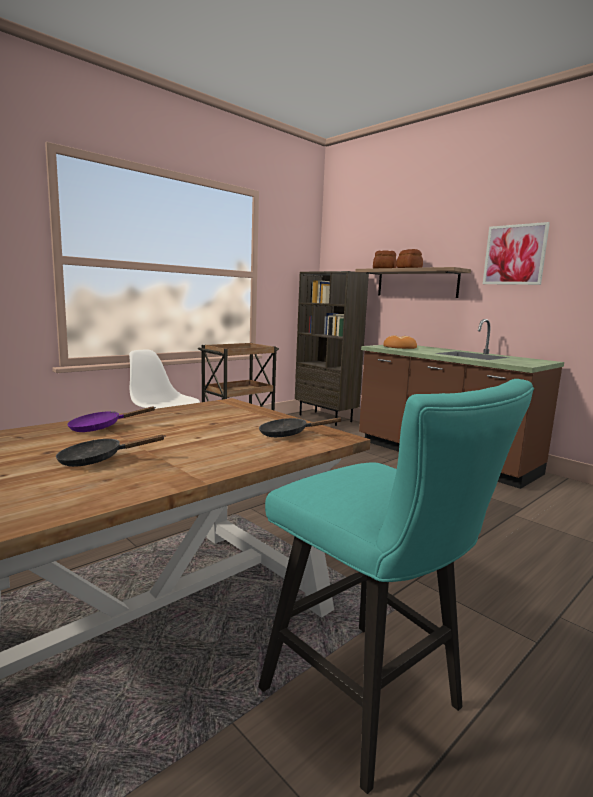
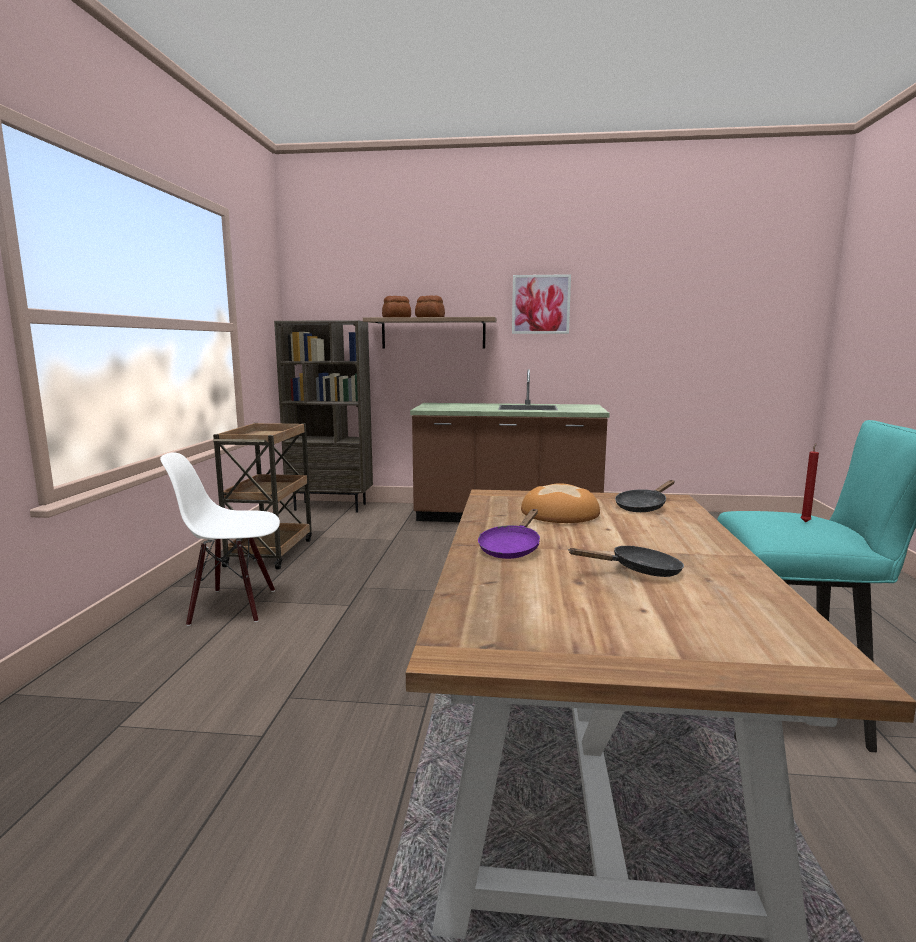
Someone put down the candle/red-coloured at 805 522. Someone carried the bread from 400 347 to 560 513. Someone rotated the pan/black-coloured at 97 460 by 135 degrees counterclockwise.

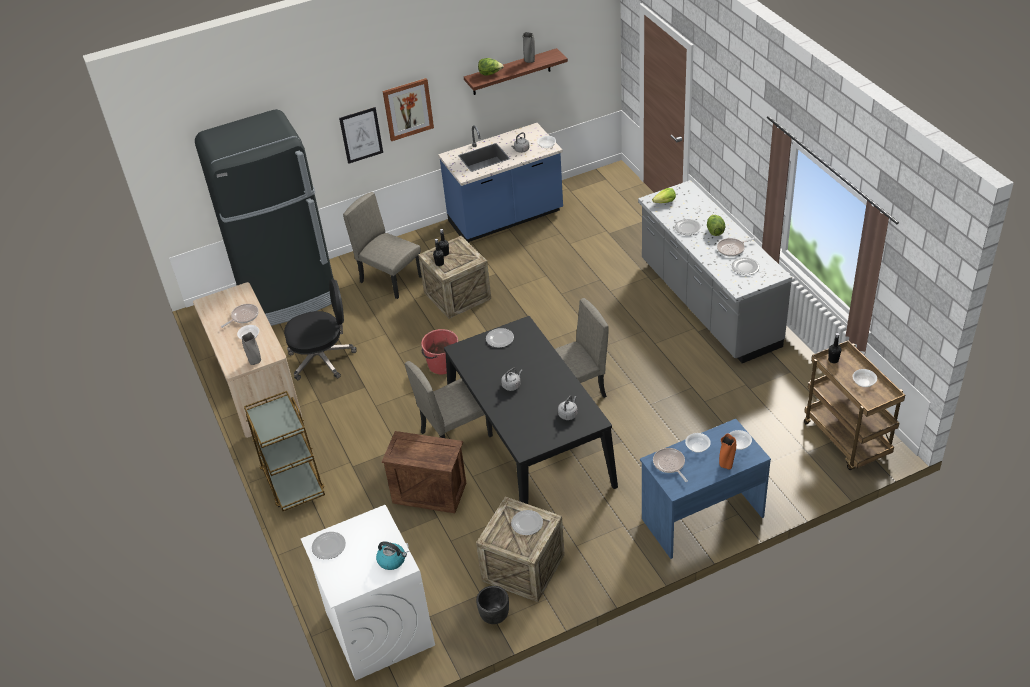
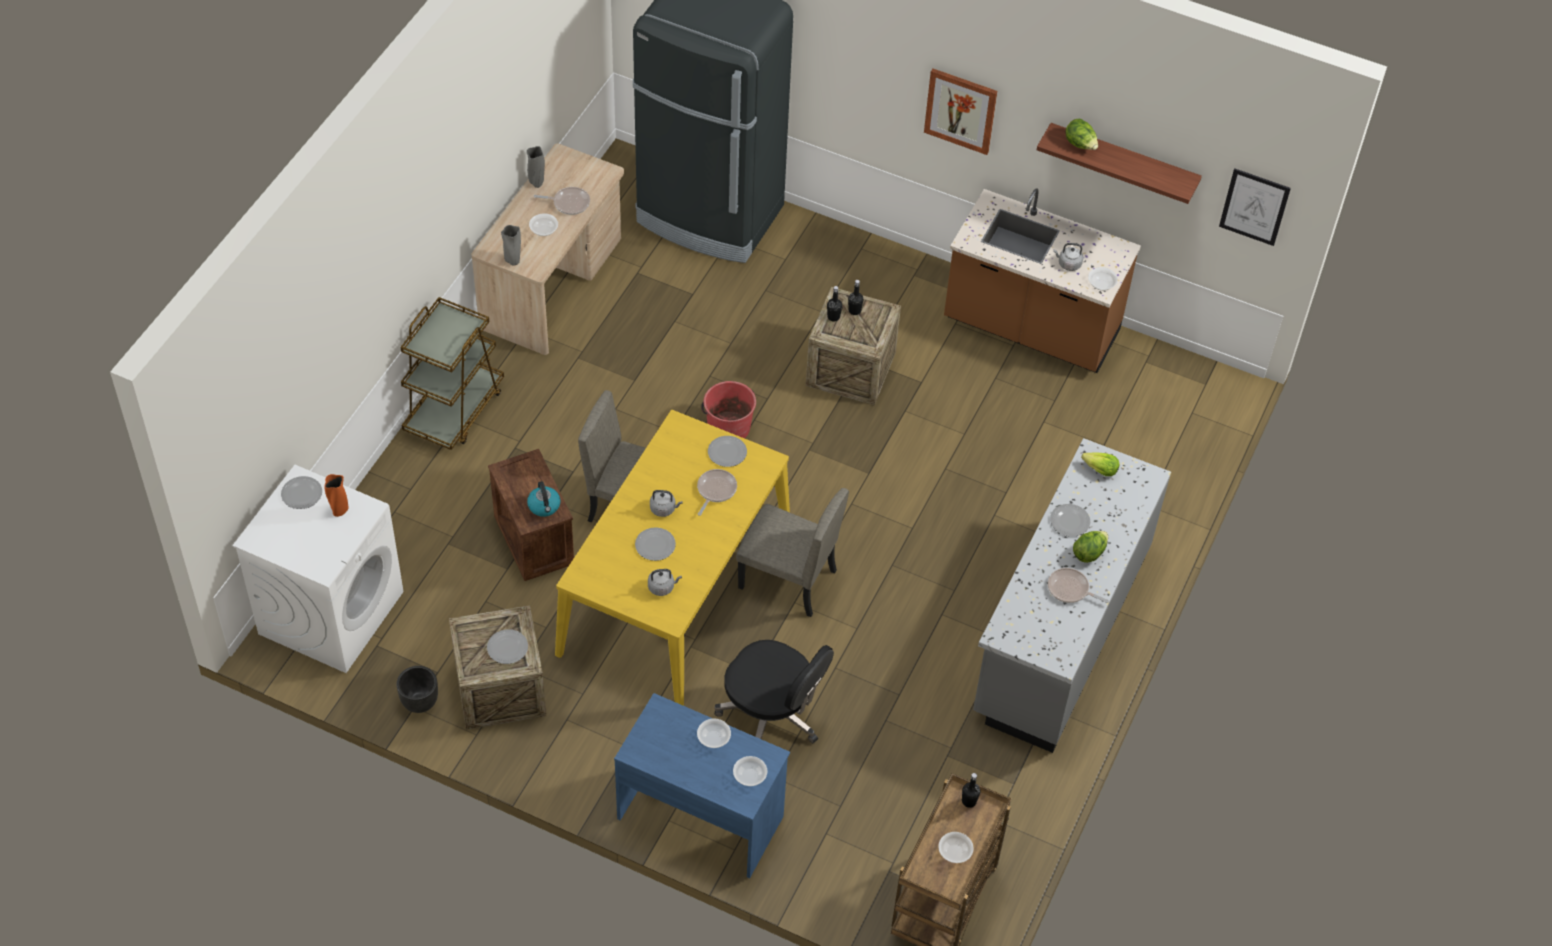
Someone took away the upright chair/beige at 391 279. Someone carried the computer chair/black-coloured from 323 359 to 772 714. Someone carried the wall art from 361 135 to 1254 206. Someone carried the tea kettle from 392 560 to 544 506. Someone carried the decorative vase/greyish from 529 61 to 537 183. Someone carried the pan from 669 464 to 715 490. Someone carried the decorative vase/orange from 726 465 to 339 510. Someone carried the plate from 745 267 to 654 545. Someone repainted the counter/blue at 506 218, which became the counter/brownish at 1030 328. Someone repainted the kitchen table/black-coloured at 530 445, which became the kitchen table/yellow at 675 588.

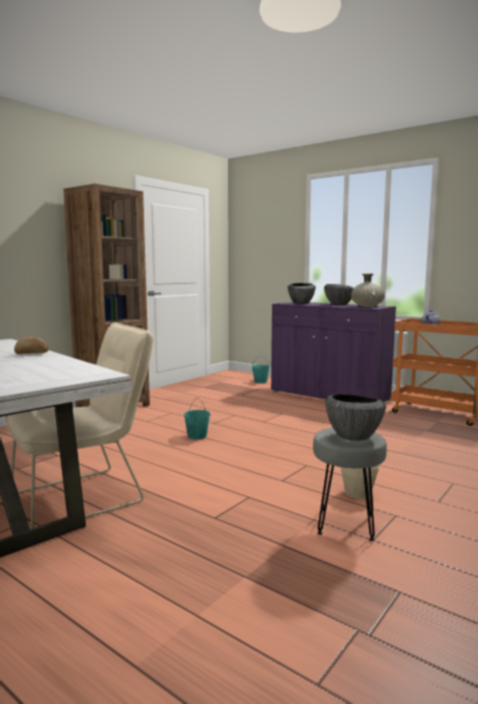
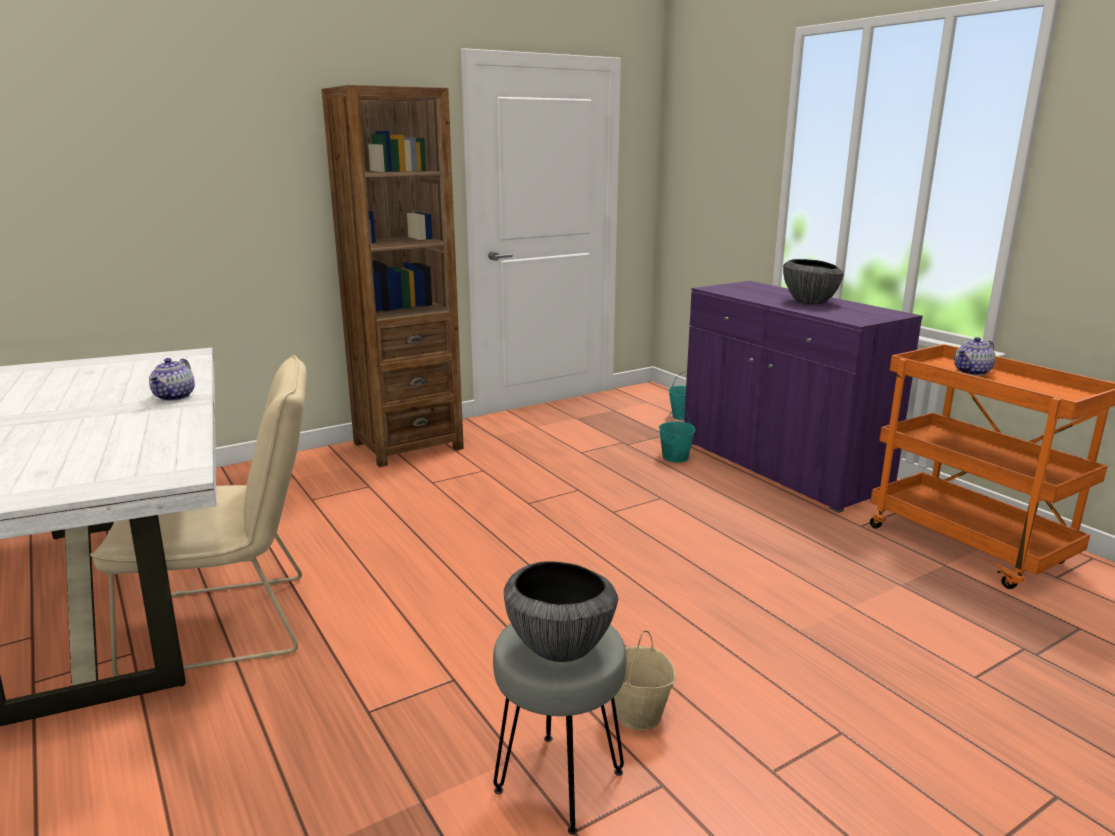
Someone took away the serving bowl at 301 303. Someone took away the decorative vase/beige at 367 306. Someone carried the bucket/turquoise from 197 436 to 674 457. Someone swapped the bread at 31 354 for the pot for tea at 175 397.

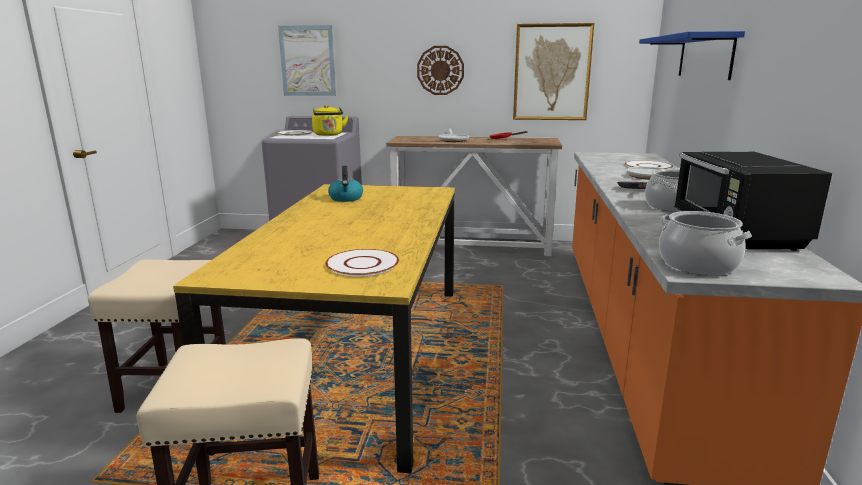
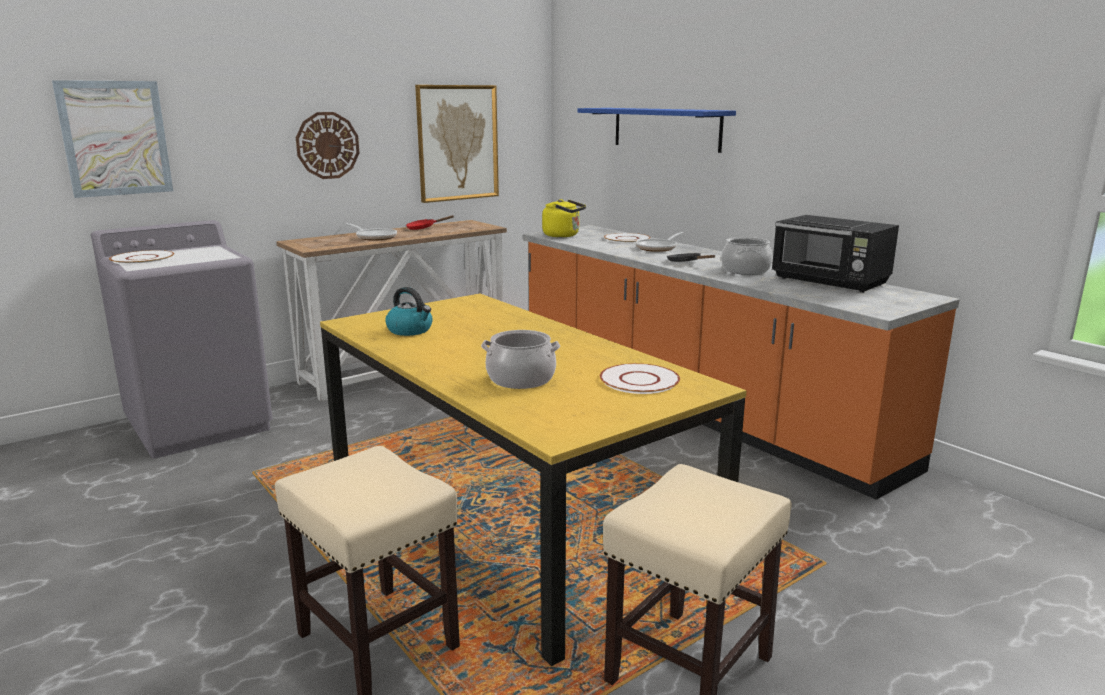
Someone carried the tea kettle/yellow from 328 135 to 563 235. Someone carried the cooking pot from 698 264 to 521 379.

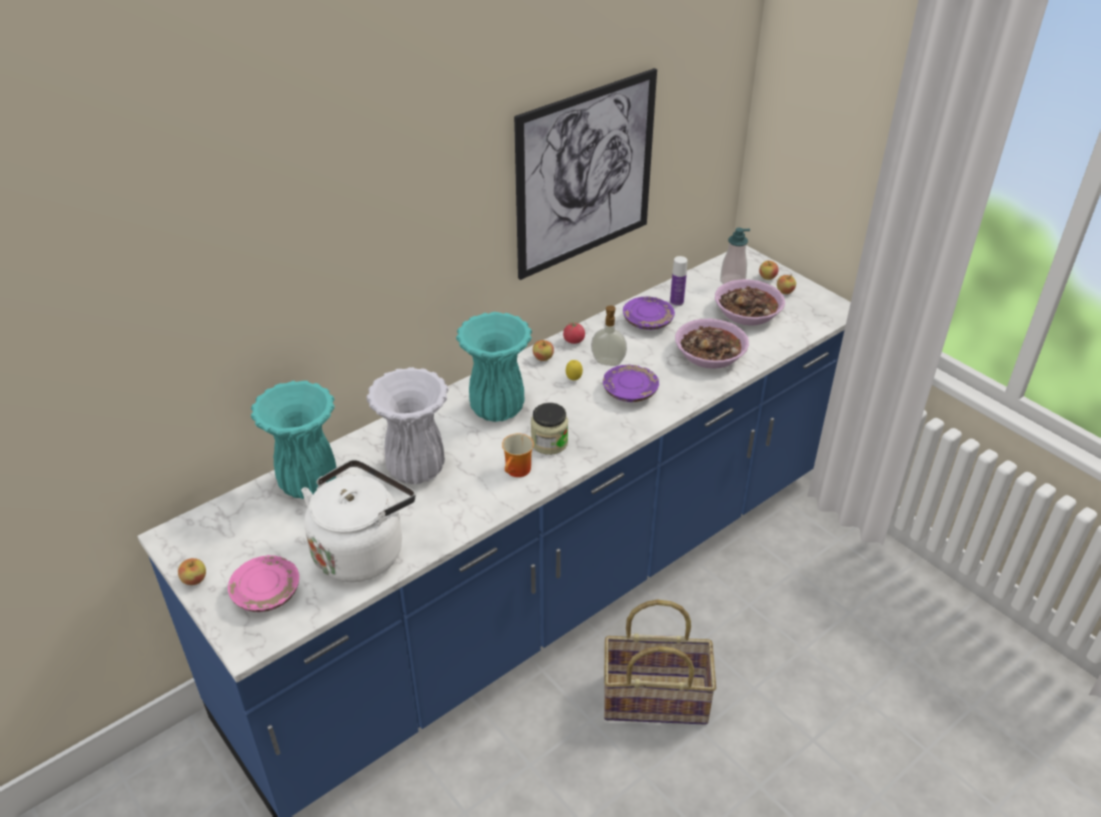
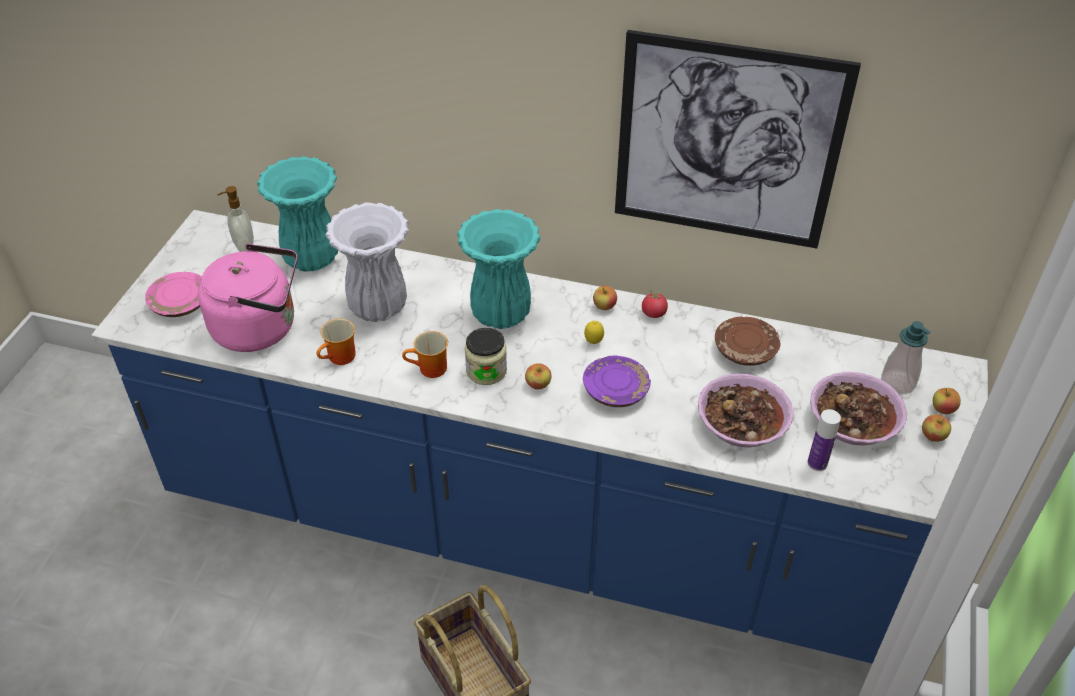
Someone put down the coffee mug at 341 358. Someone carried the apple fruit from 195 580 to 538 385. Someone carried the soap dispenser from 608 363 to 243 246. Someone carried the bottle from 676 302 to 817 463. Someone repainted the tea kettle/white at 362 550, which became the tea kettle/pink at 260 328. Someone repainted the plate/purple-coloured at 648 321, which became the plate/brownish at 745 350.

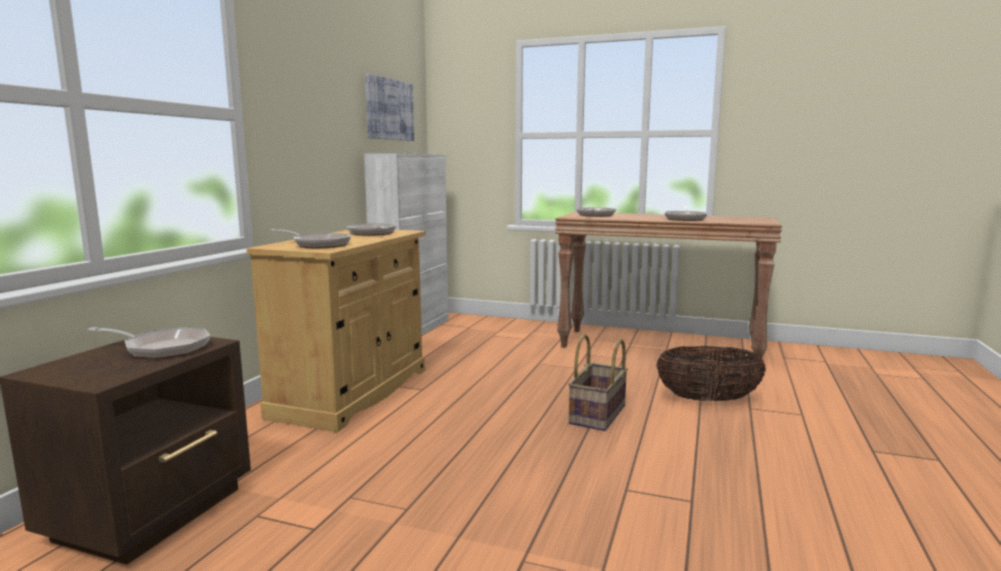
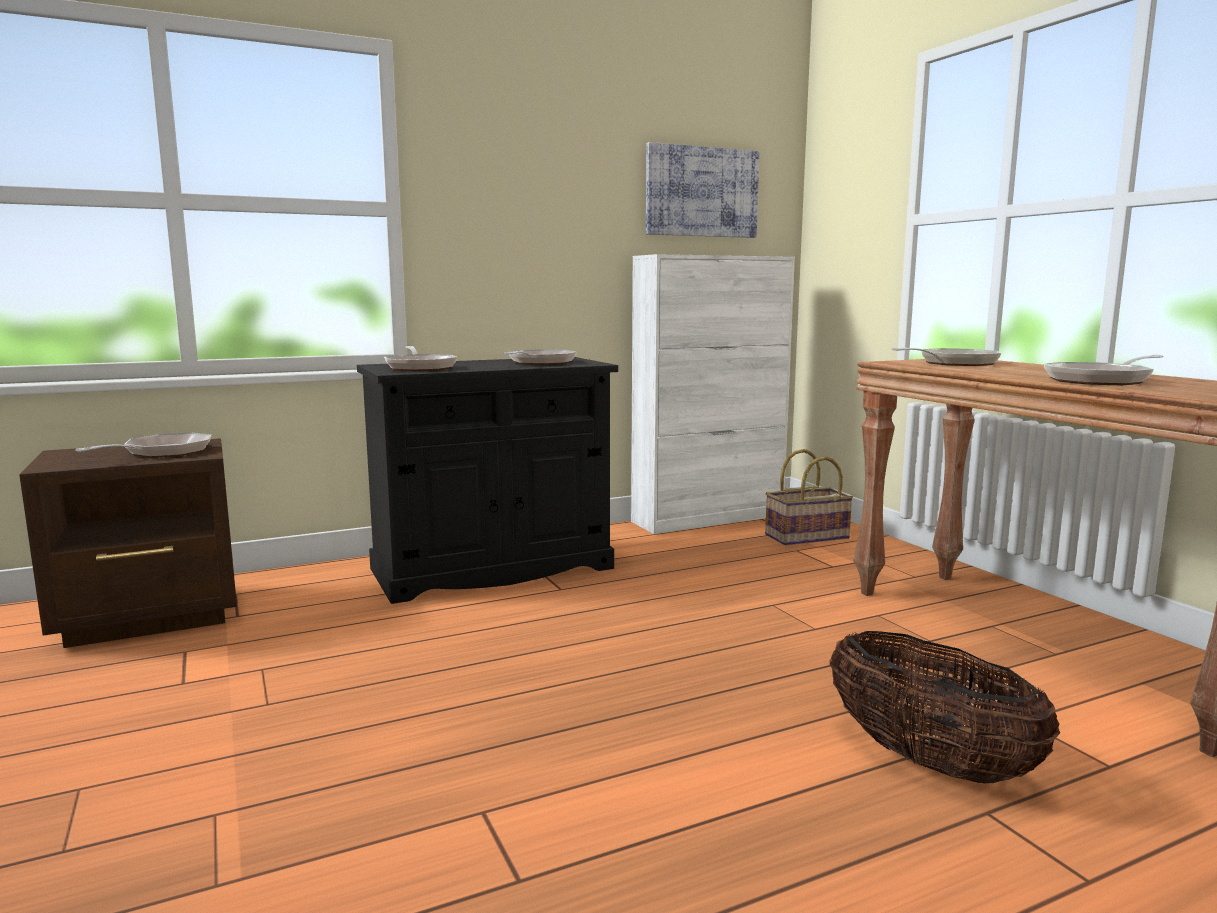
Someone carried the storage basket from 598 415 to 807 537. Someone repainted the storage cabinet/beige at 352 392, which became the storage cabinet/black-coloured at 492 569. Someone rotated the pan at 162 349 by 120 degrees counterclockwise.

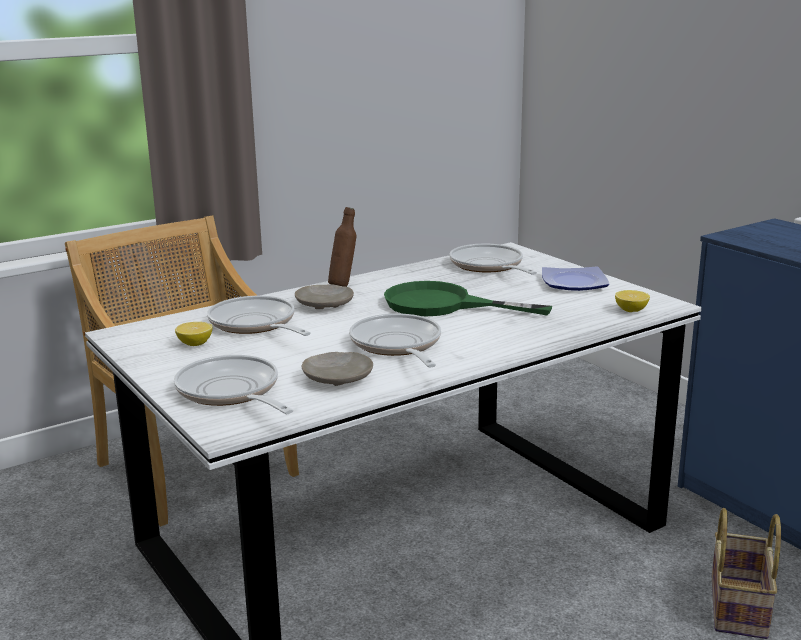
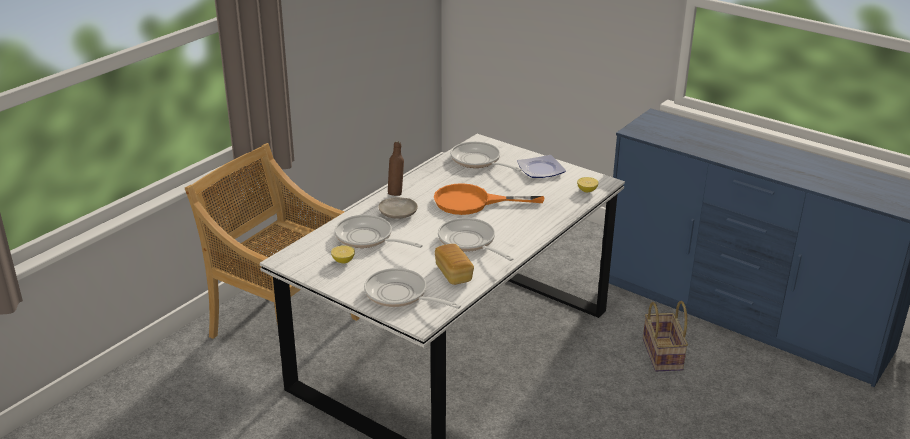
Someone swapped the plate/beige at 338 378 for the bread at 453 273. Someone repainted the pan/greenish at 443 305, which became the pan/orange at 473 202.

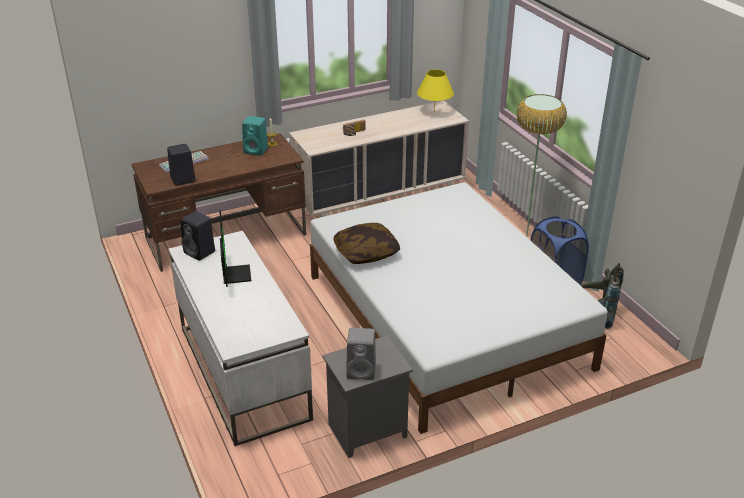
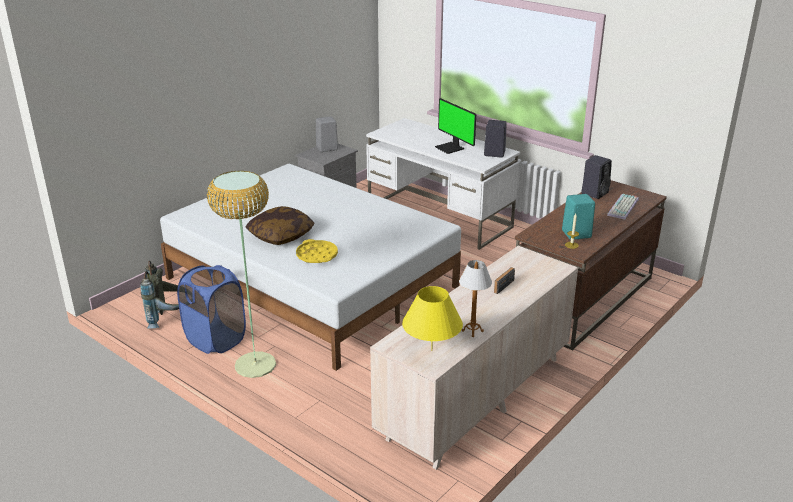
Someone put down the tray/yellow at 317 255. Someone put down the table lamp at 472 331. Someone carried the throw pillow from 366 253 to 281 235.

